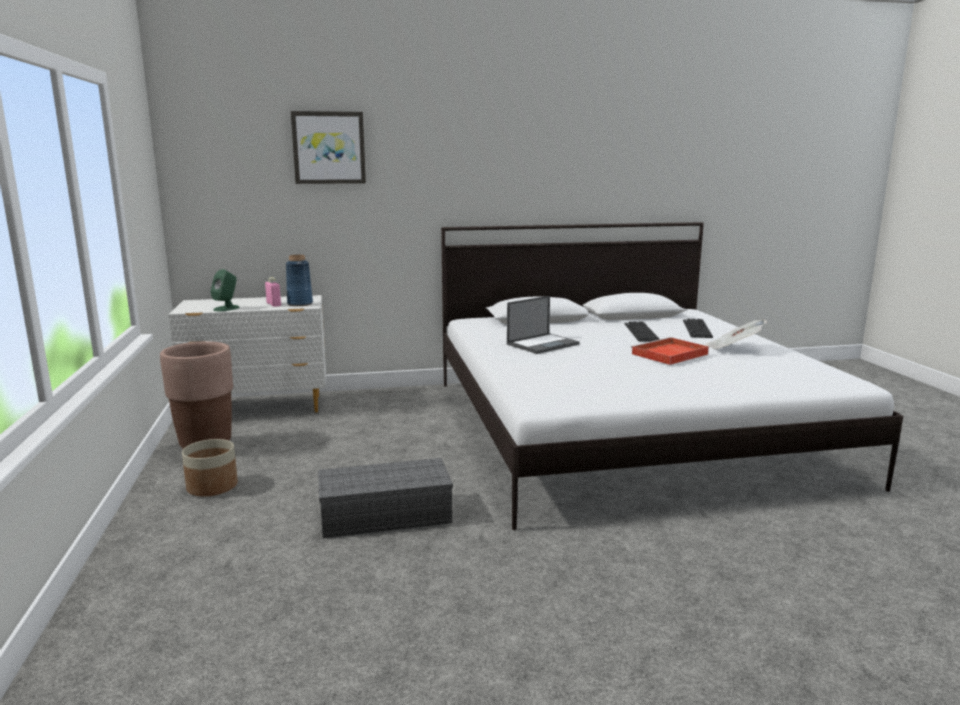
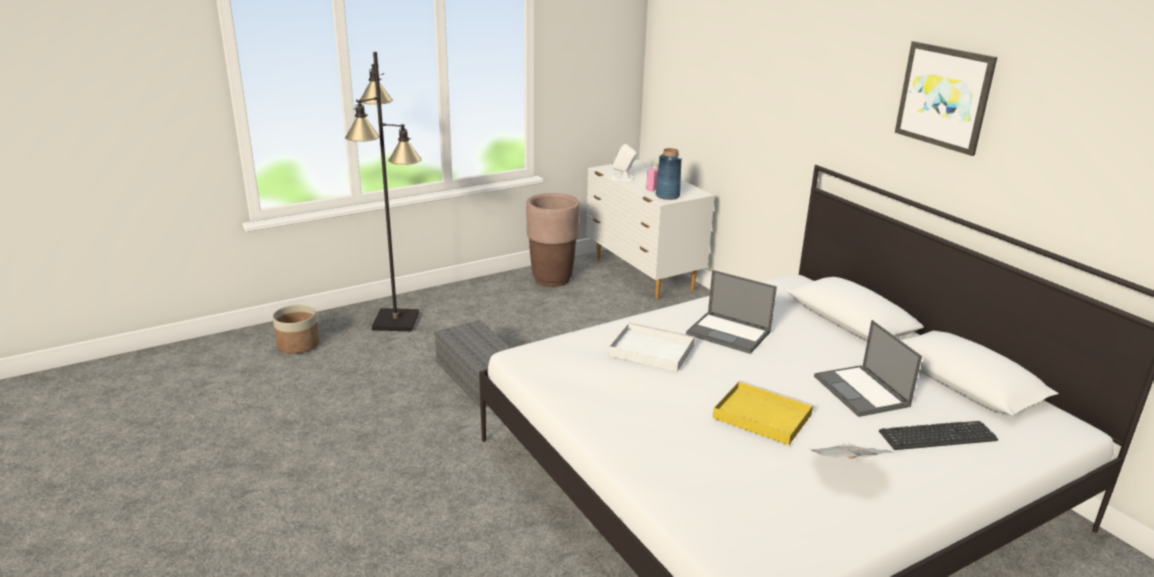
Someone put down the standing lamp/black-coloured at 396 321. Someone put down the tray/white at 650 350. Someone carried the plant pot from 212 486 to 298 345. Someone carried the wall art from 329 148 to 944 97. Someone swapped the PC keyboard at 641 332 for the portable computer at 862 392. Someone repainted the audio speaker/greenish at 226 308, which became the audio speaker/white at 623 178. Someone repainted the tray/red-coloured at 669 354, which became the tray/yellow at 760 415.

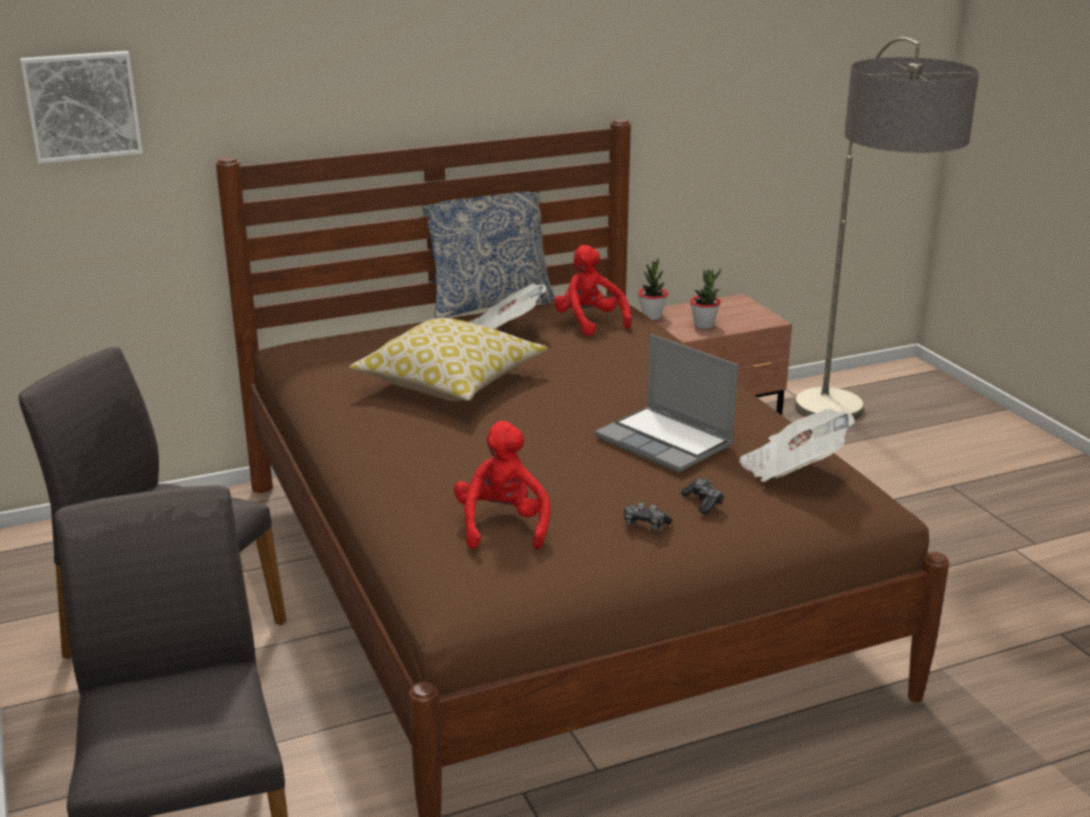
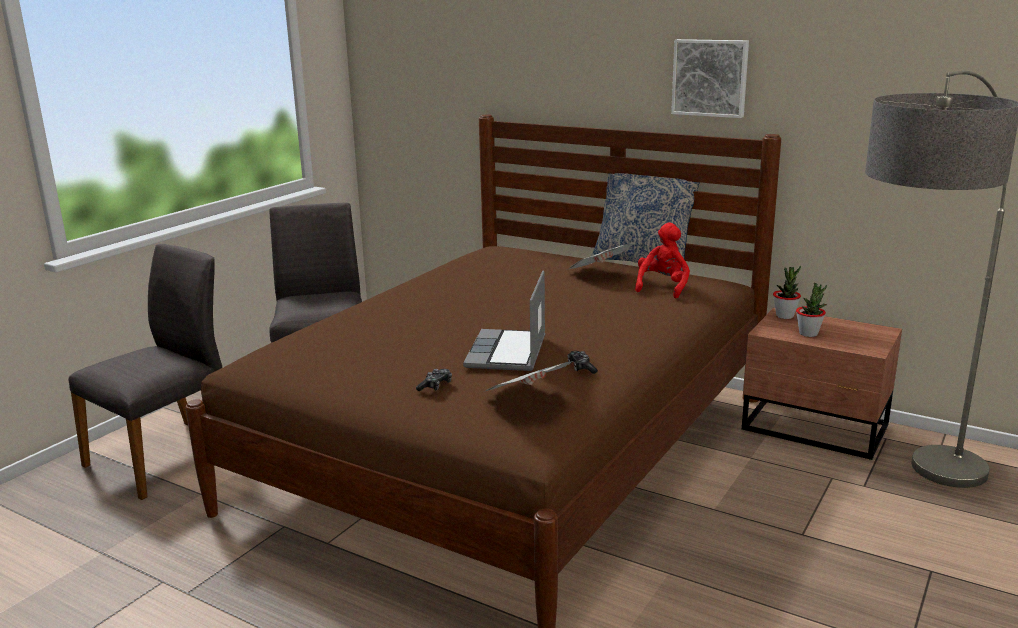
Someone took away the throw pillow at 450 382. Someone took away the soft toy/red-coloured at 502 526. Someone carried the wall art from 82 105 to 710 77. Someone carried the joypad from 645 524 to 581 368.

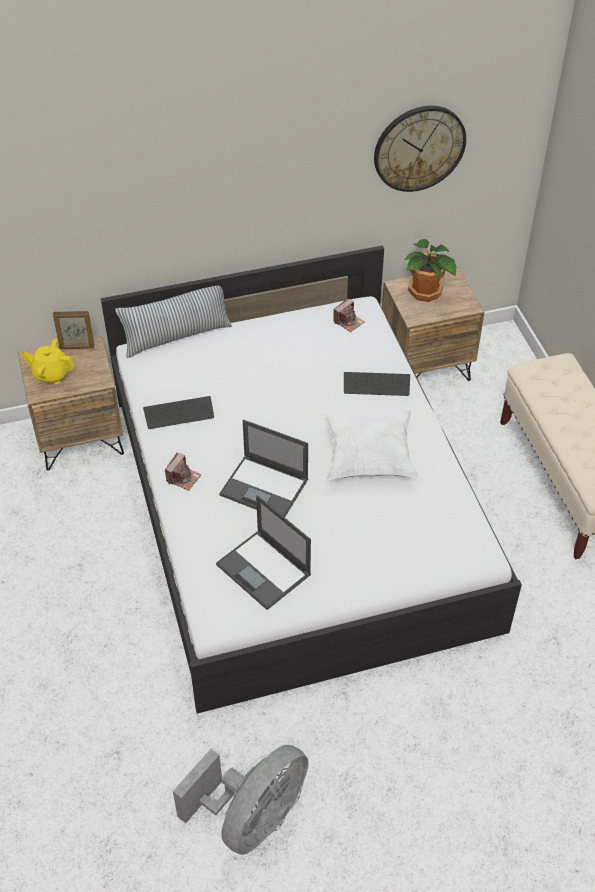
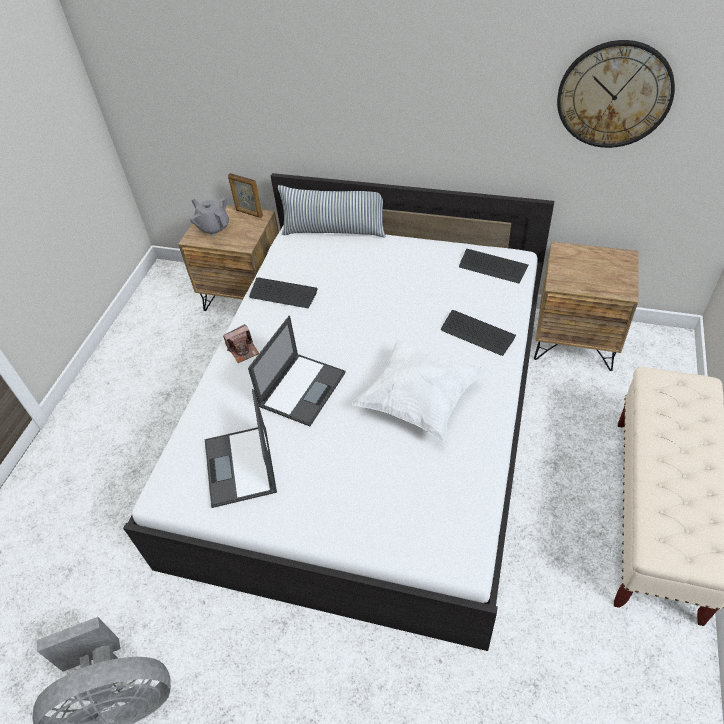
Someone took away the houseplant at 425 292. Someone swapped the still camera at 348 322 for the PC keyboard at 492 267. Someone repainted the pot for tea/yellow at 51 374, which became the pot for tea/greyish at 213 227. Someone rotated the portable computer at 265 487 by 120 degrees counterclockwise.

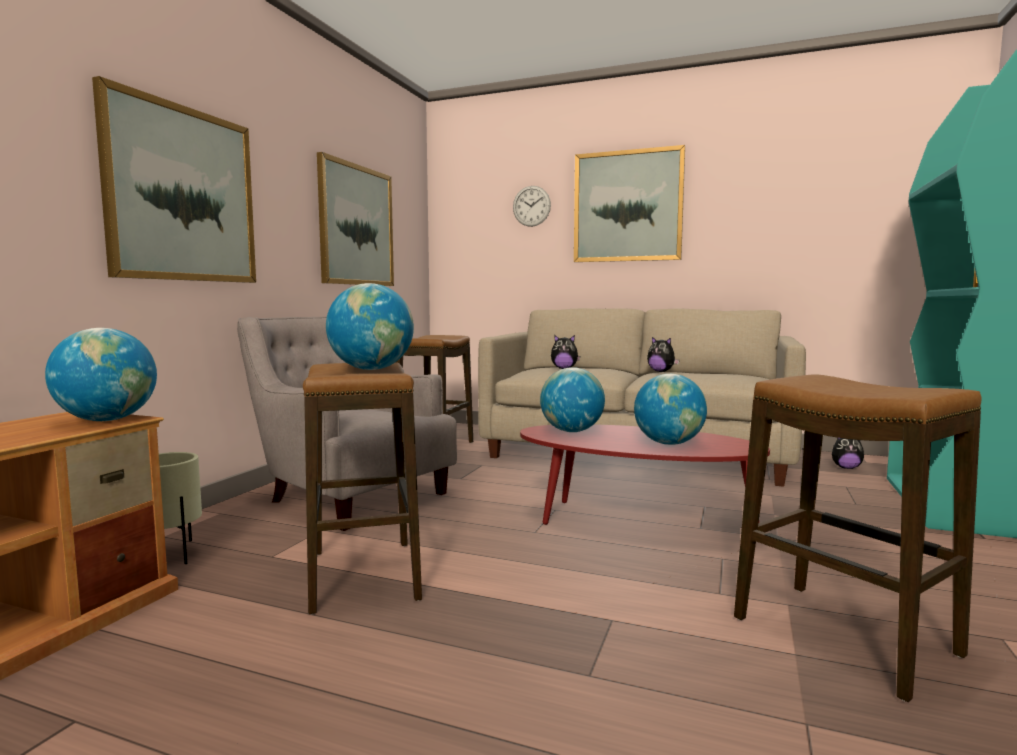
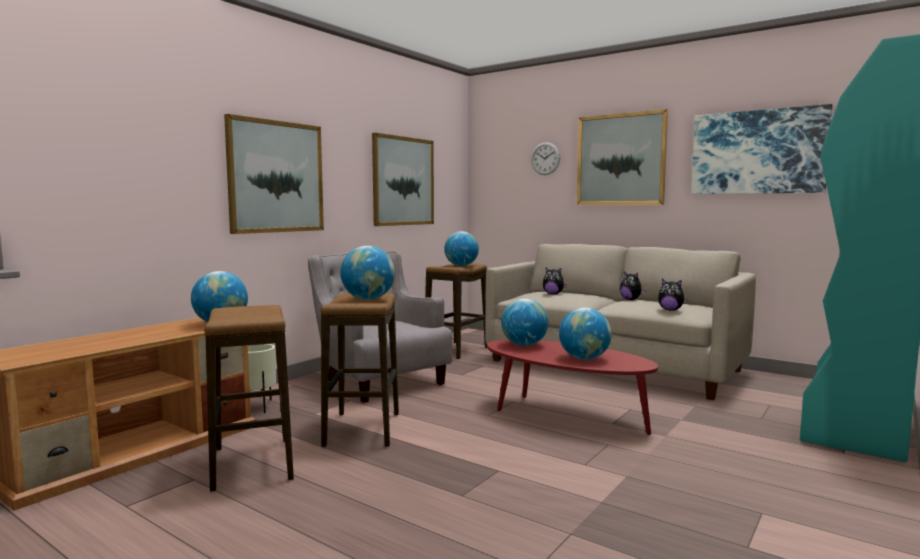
Someone put down the globe at 461 266. Someone put up the wall art at 757 152. Someone carried the stool seat from 842 636 to 252 463. Someone carried the soft toy from 846 468 to 670 310.

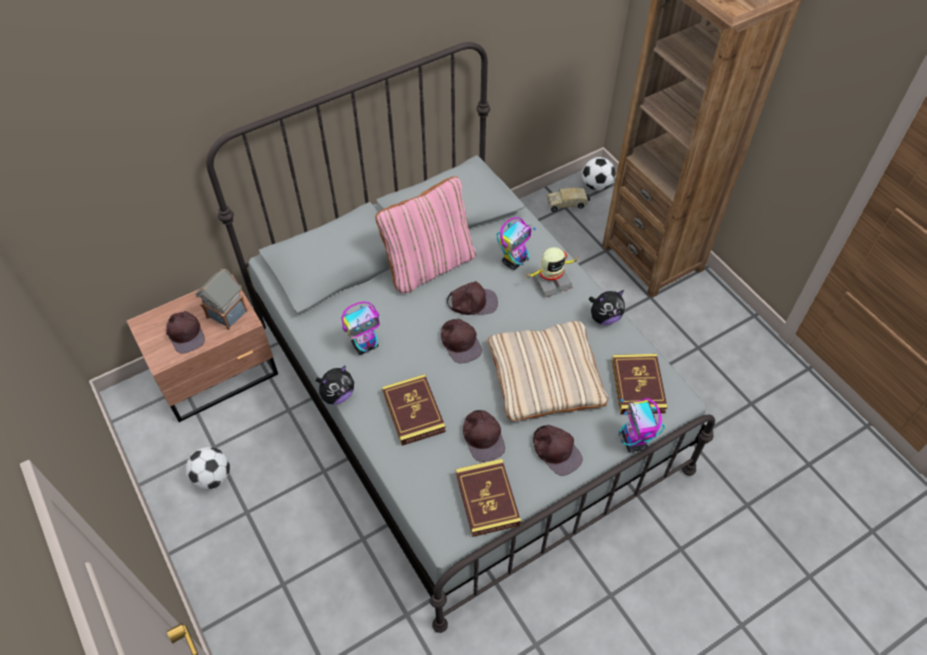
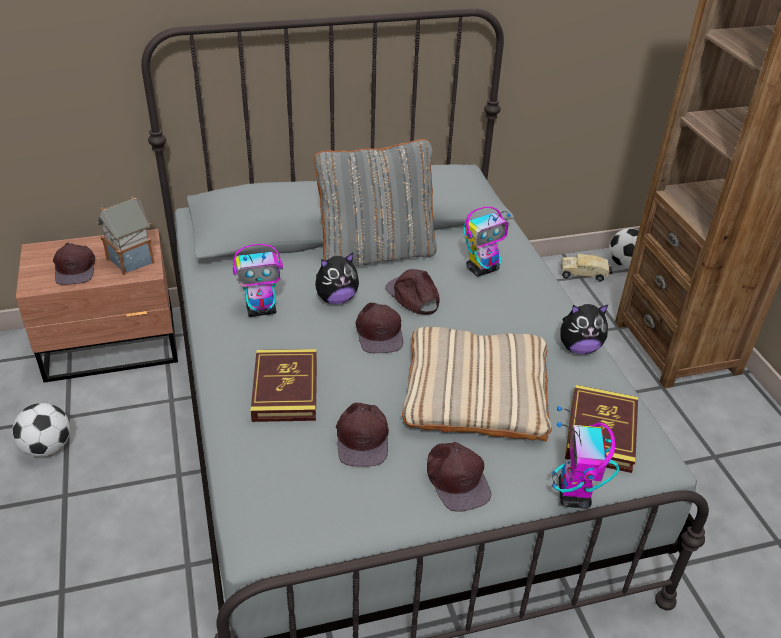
Someone took away the book at 487 499. Someone took away the robot figure at 550 281. Someone carried the soft toy from 337 395 to 336 299. Someone repainted the throw pillow/pink at 429 265, which became the throw pillow/greyish at 376 252. Someone rotated the baseball cap/brownish at 472 302 by 135 degrees counterclockwise.

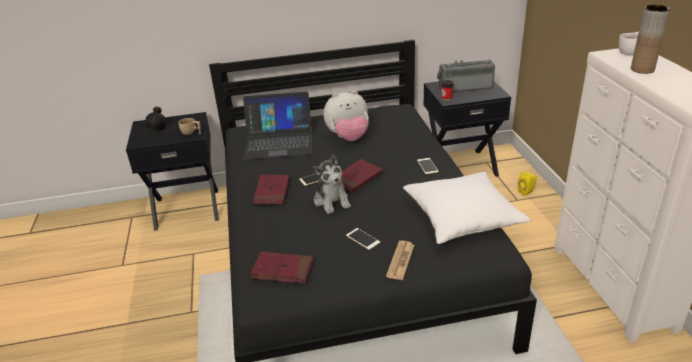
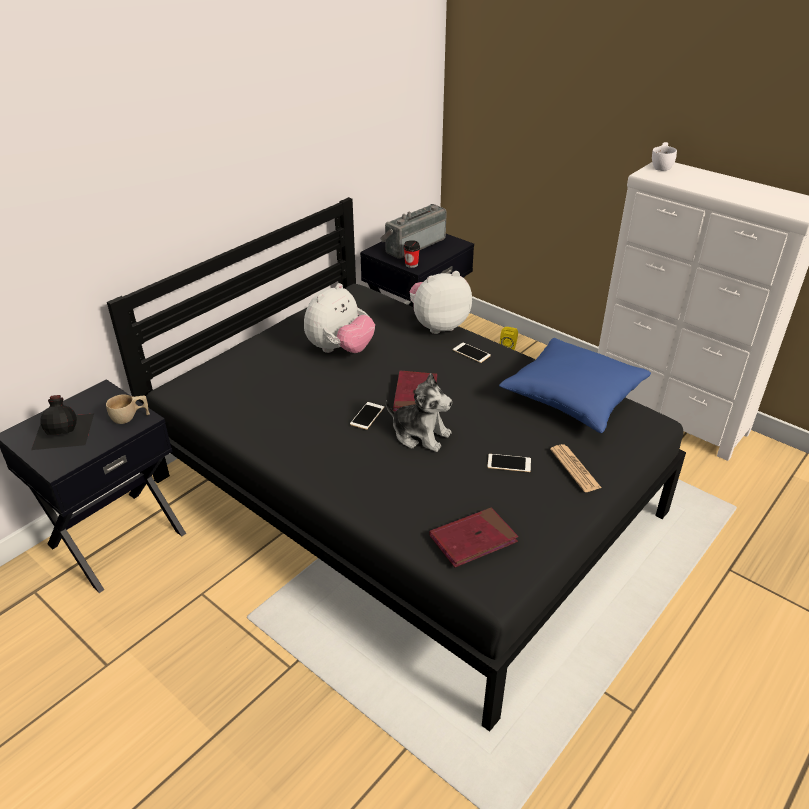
Someone took away the portable computer at 279 142. Someone took away the book/red-coloured at 272 191. Someone took away the decorative vase/brownish at 642 69. Someone put down the soft toy at 438 325. Someone repainted the throw pillow/white at 462 218, which became the throw pillow/blue at 573 397.

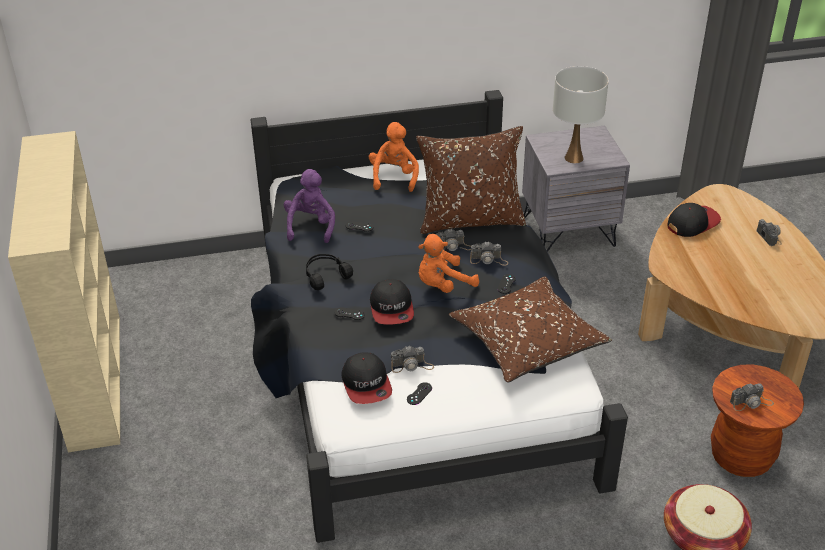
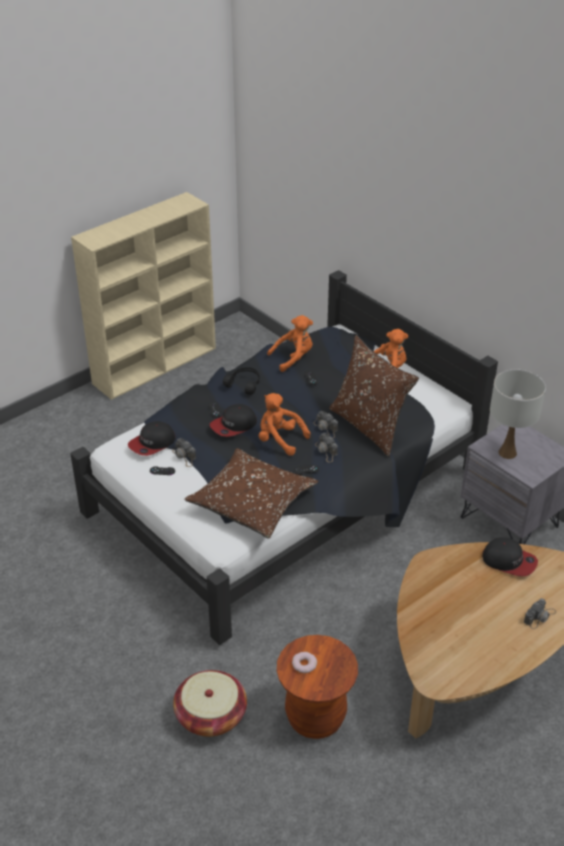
Someone swapped the still camera at 751 402 for the doughnut at 304 664. Someone repainted the soft toy/purple-coloured at 311 226, which became the soft toy/orange at 293 358.

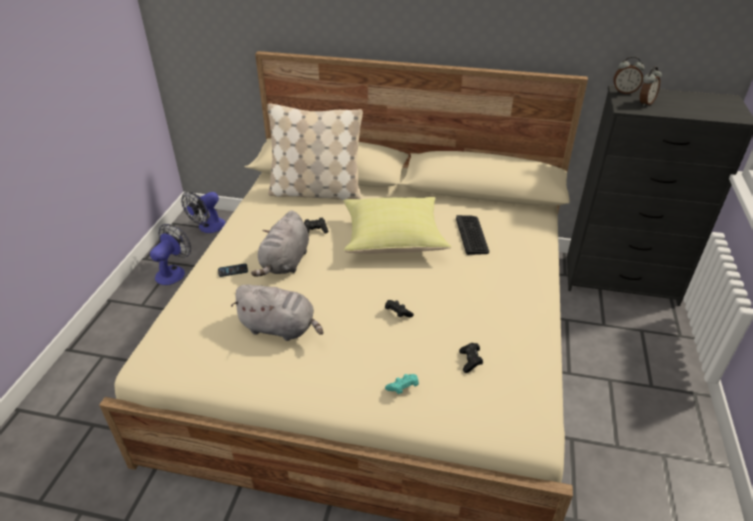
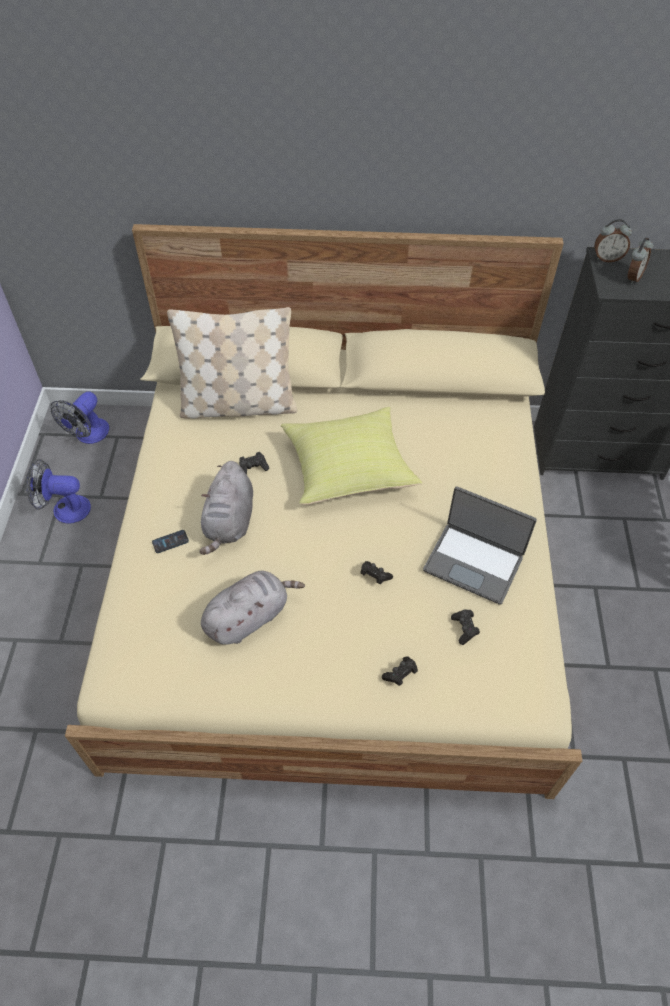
Someone took away the PC keyboard at 472 235. Someone put down the portable computer at 474 562. Someone repainted the joypad/turquoise at 403 388, which became the joypad/black-coloured at 400 674. Someone rotated the fan at 173 272 by 105 degrees counterclockwise. Someone rotated the soft toy/greyish at 280 328 by 45 degrees counterclockwise.

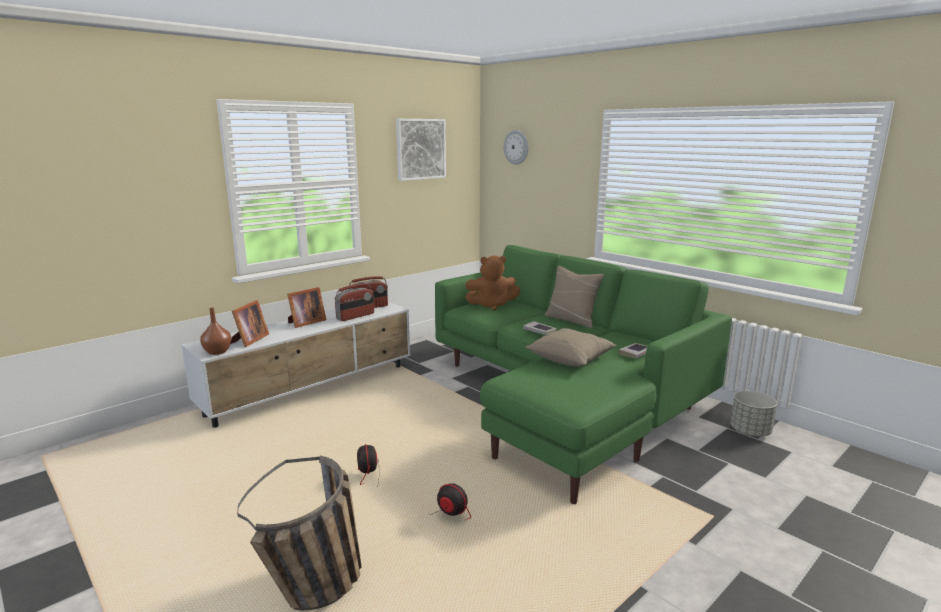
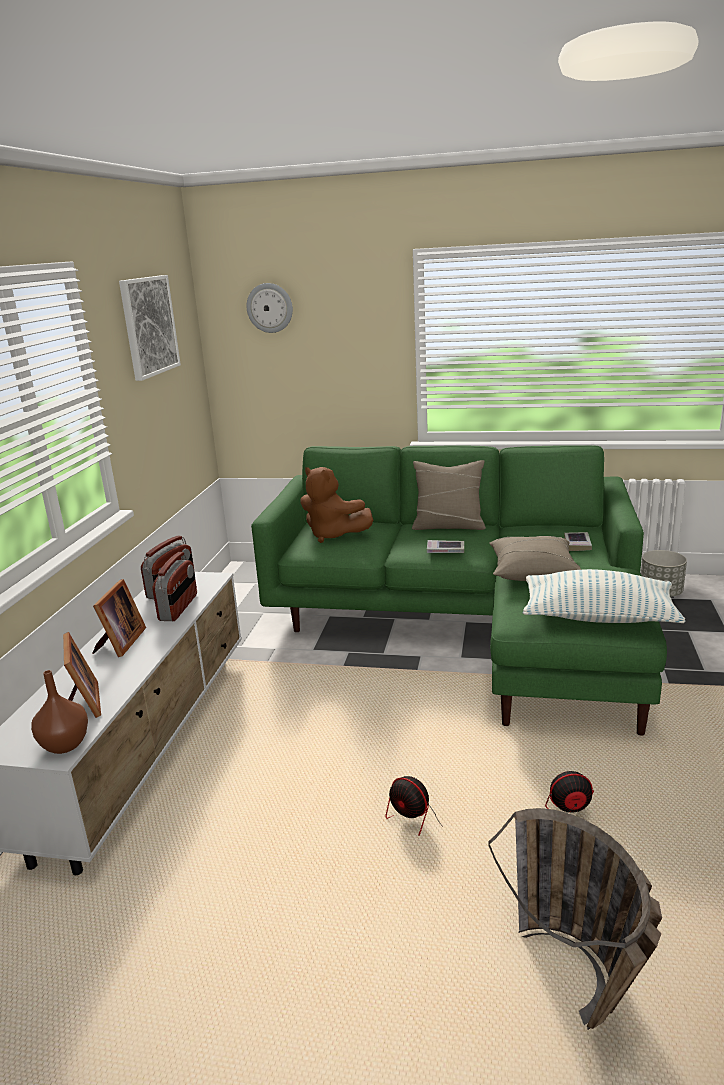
Someone put down the throw pillow at 598 617. Someone rotated the soft toy/brownish at 492 305 by 75 degrees clockwise.

